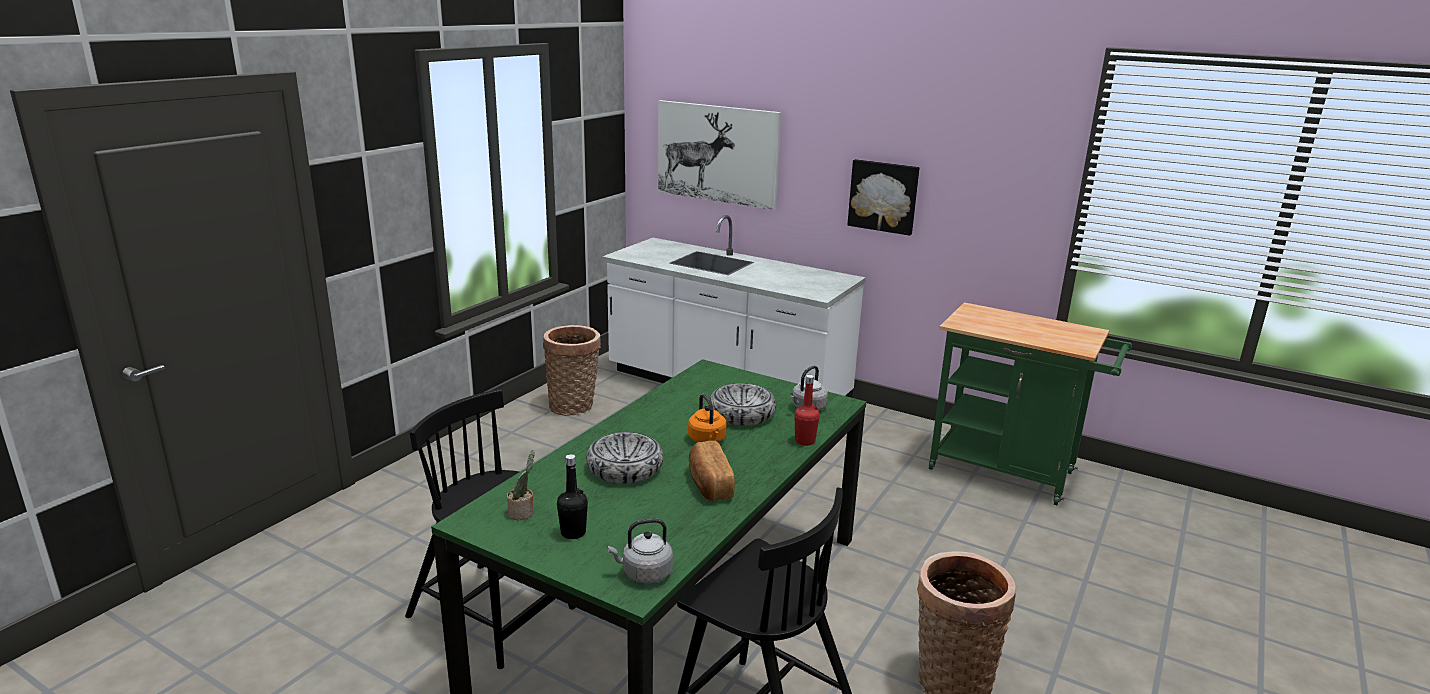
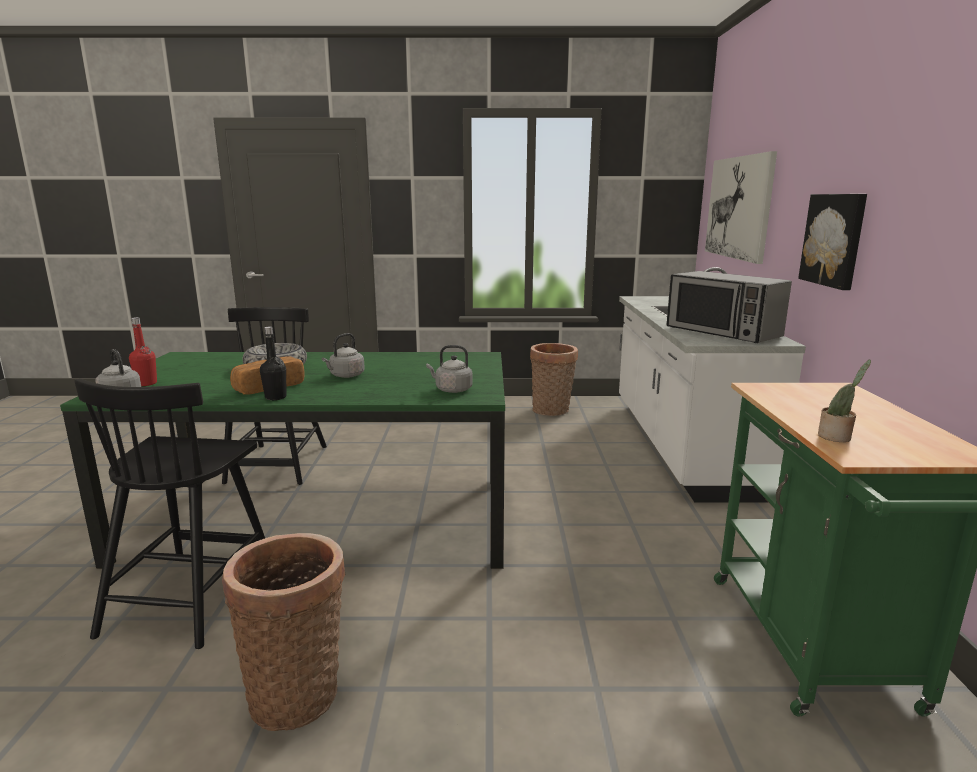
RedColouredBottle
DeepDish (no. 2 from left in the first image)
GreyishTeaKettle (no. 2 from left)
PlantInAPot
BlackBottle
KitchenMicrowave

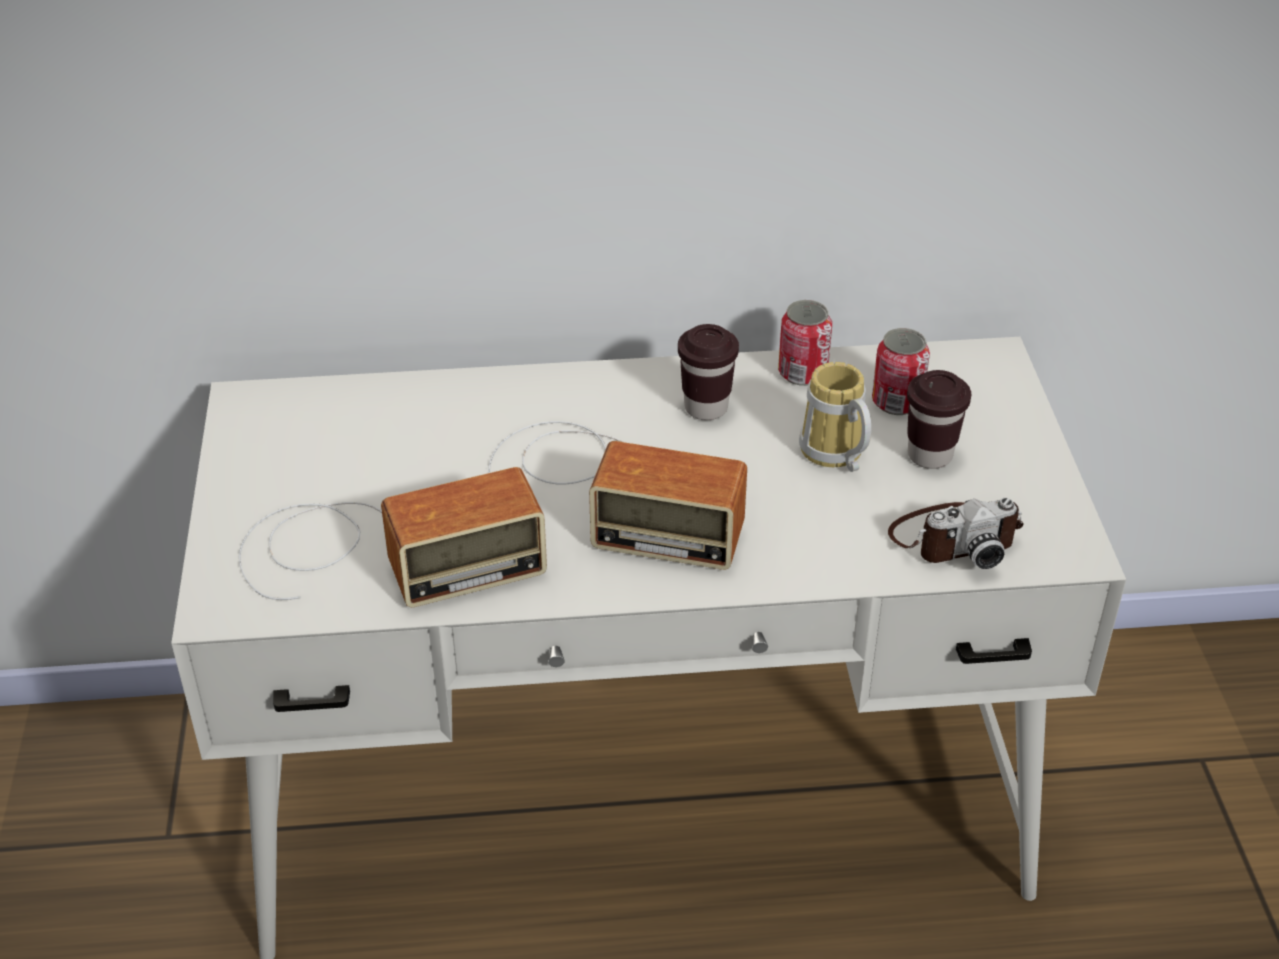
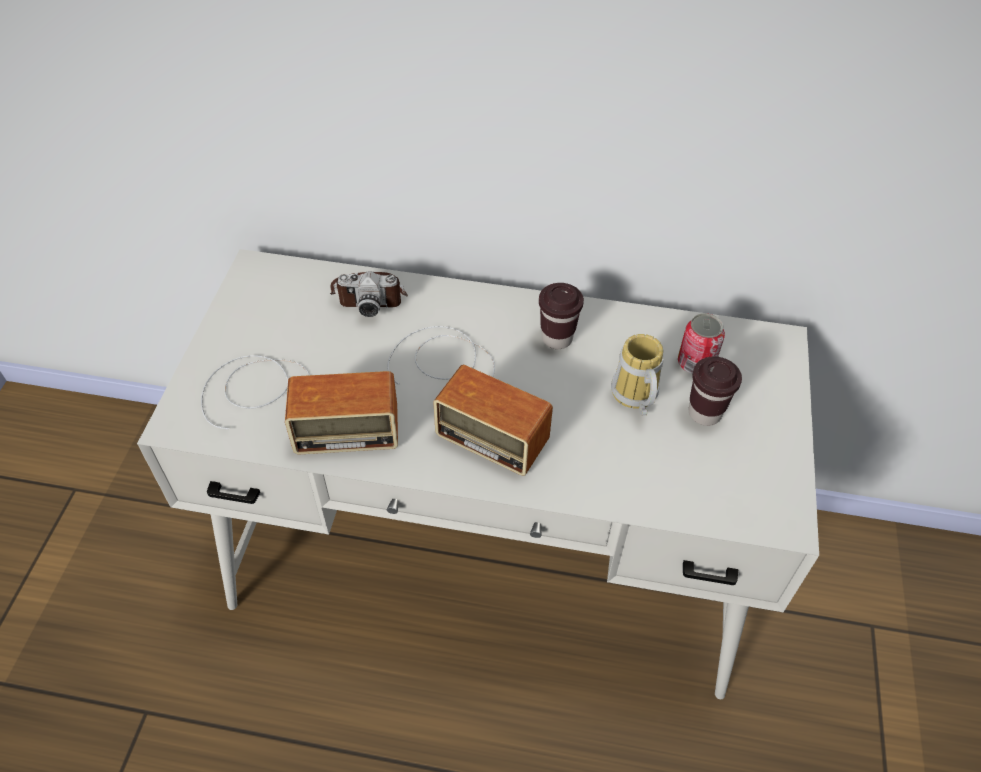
MetalCan (no. 1 from left in the first image)
StillCamera

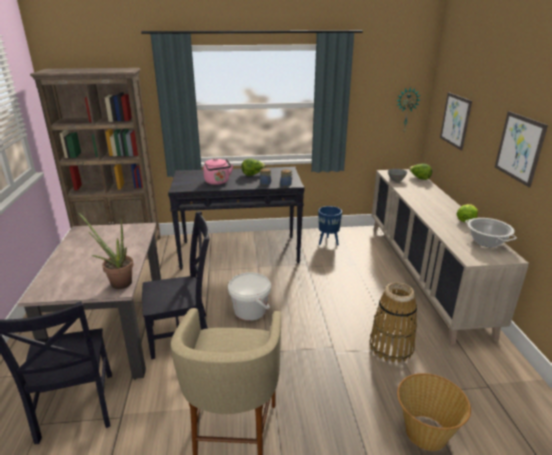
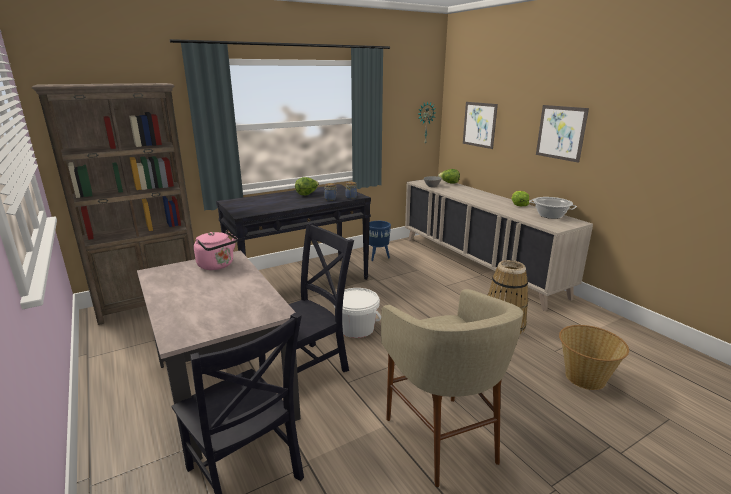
PinkColouredTeaKettle
PlantInAPot

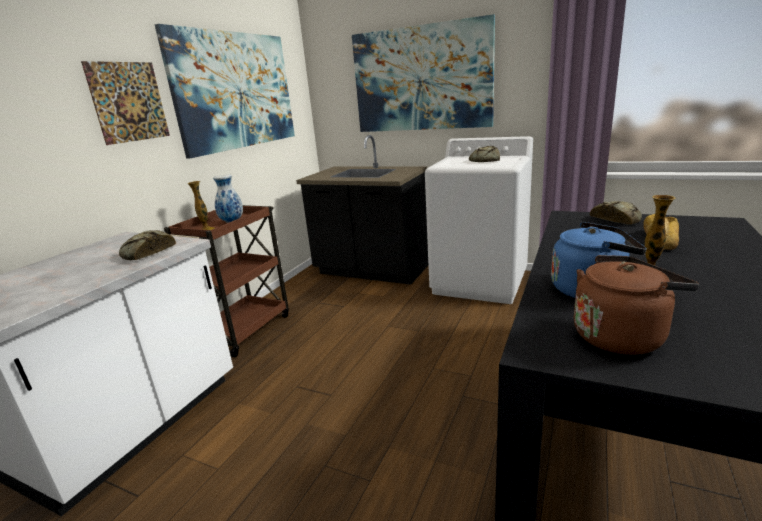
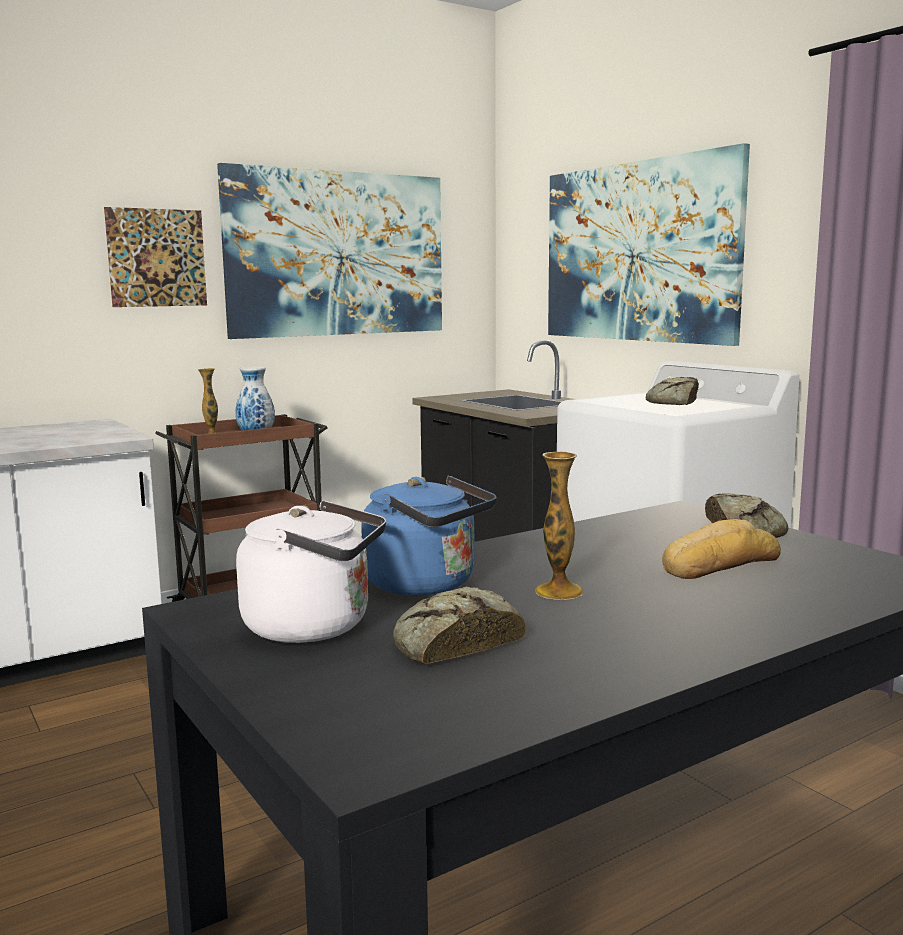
BakedBread (no. 1 from left)
WhiteTeaKettle

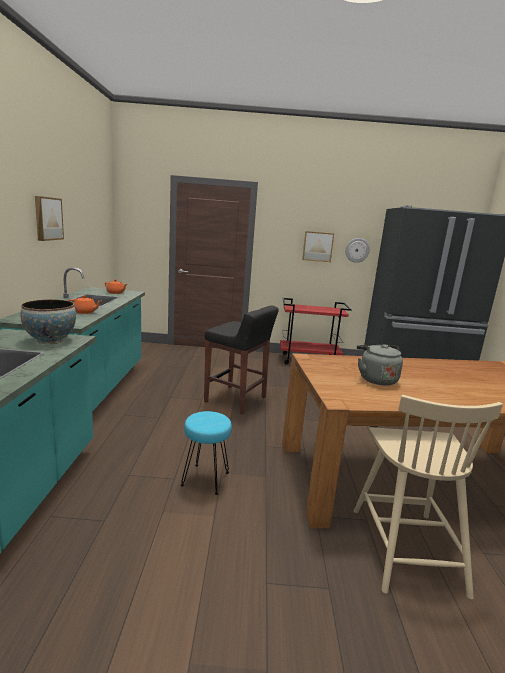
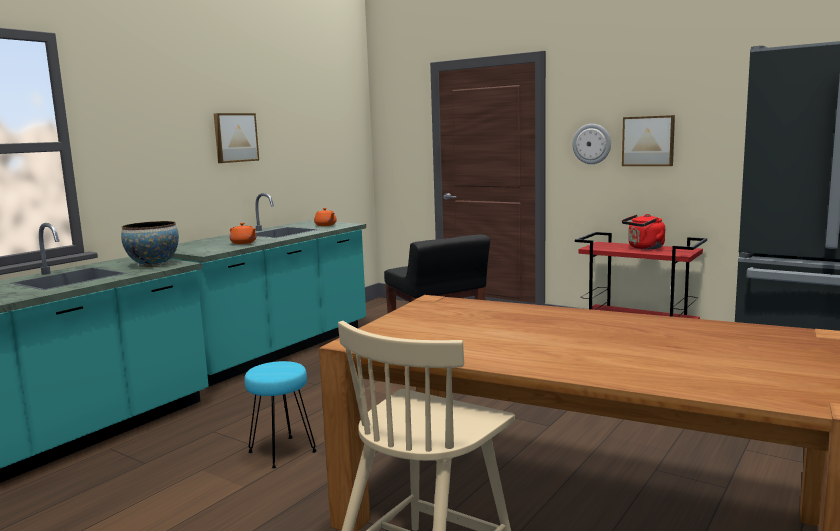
WallClock
GreyishTeaKettle
RedColouredTeaKettle

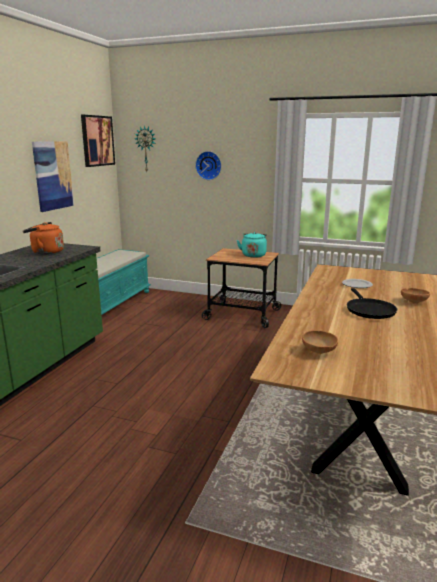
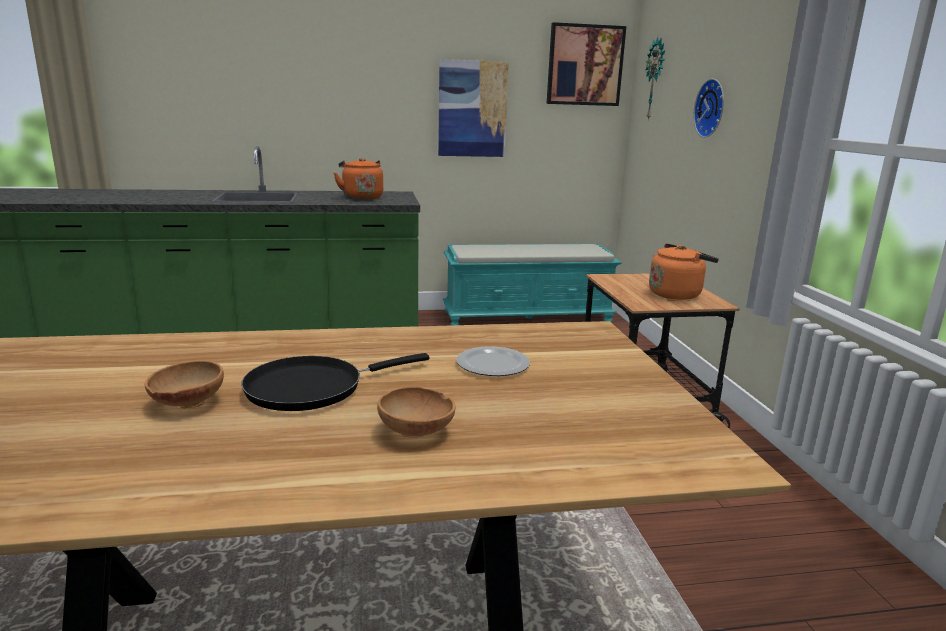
OrangeyTeaKettle (no. 2 from left)
BrownColouredDeepDish (no. 1 from left)

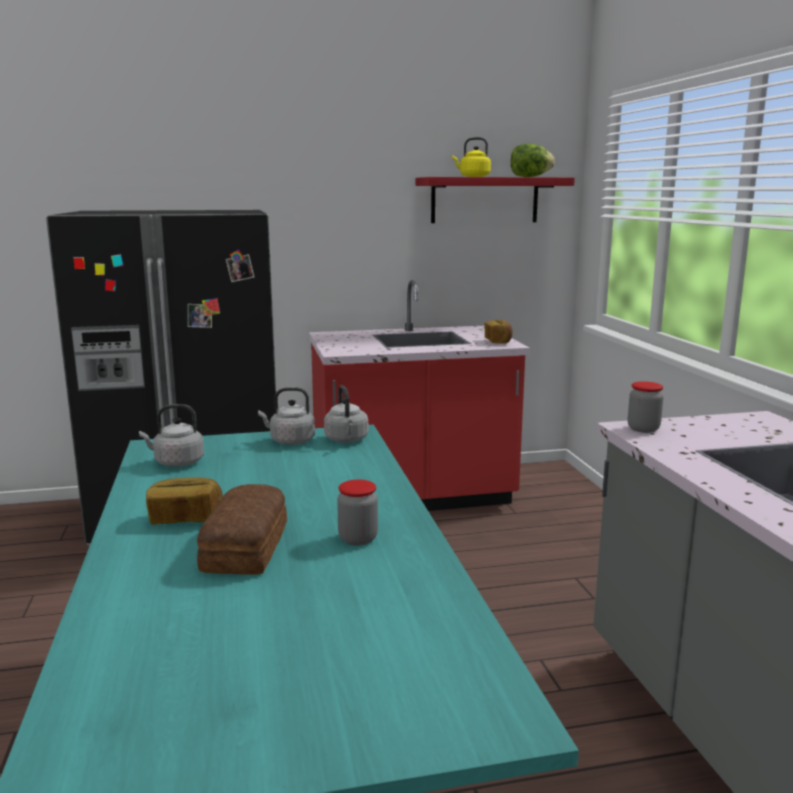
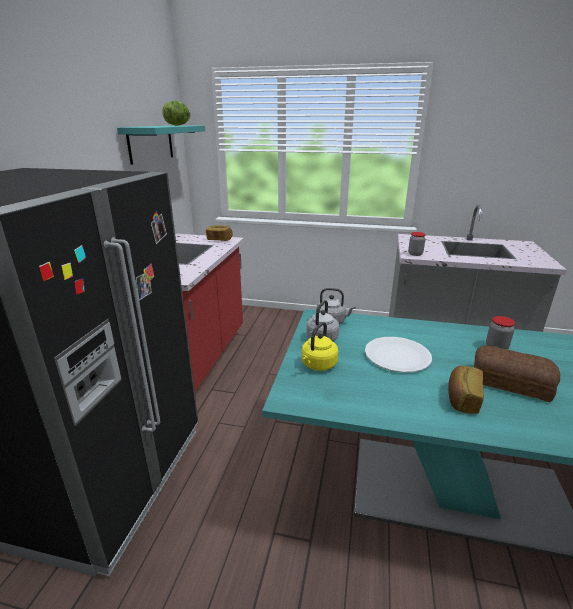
YellowishTeaKettle
TurquoiseColouredWallShelf
GreyishTeaKettle (no. 1 from left in the first image)
WhiteFlatDish

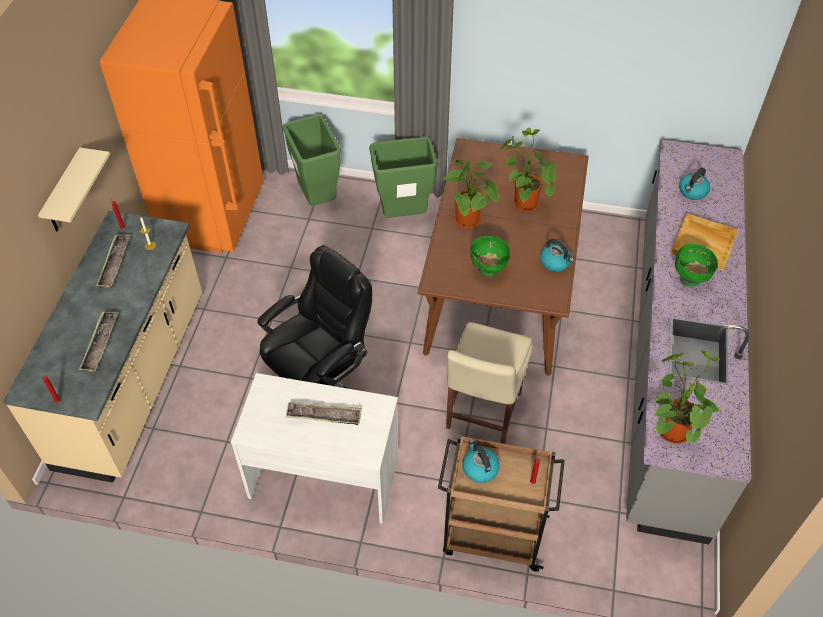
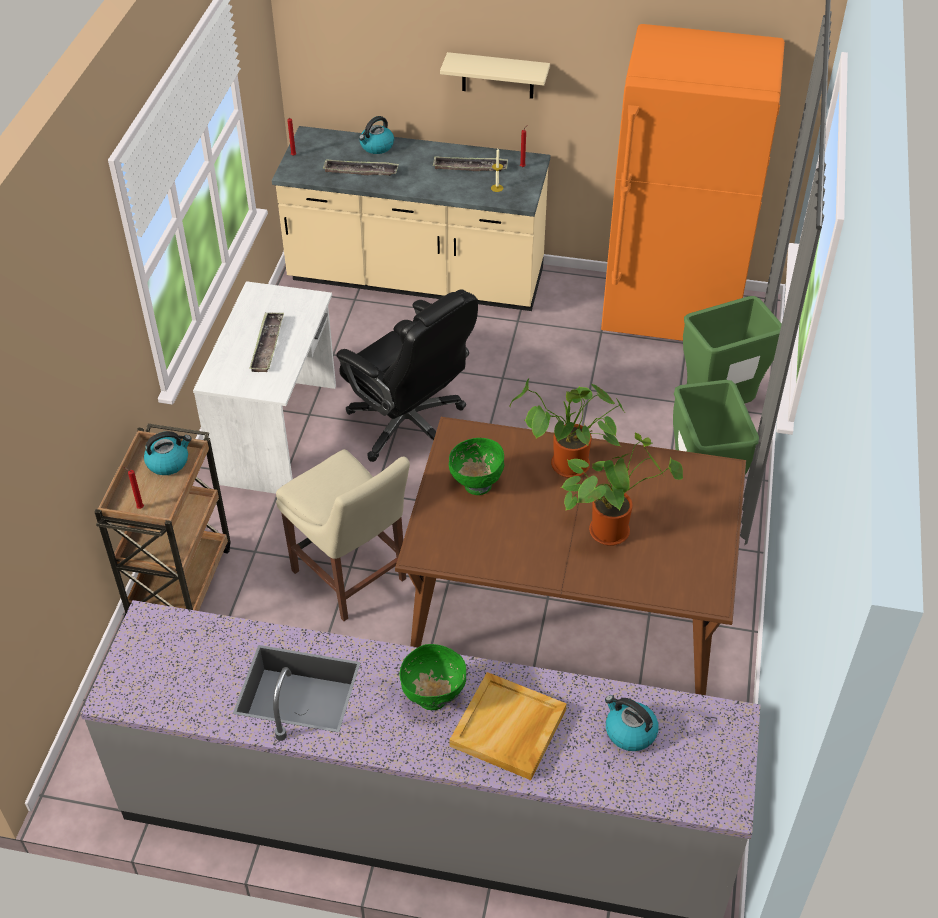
TeaKettle (no. 2 from left)
SandColouredChair
PlantInAPot (no. 3 from left in the first image)

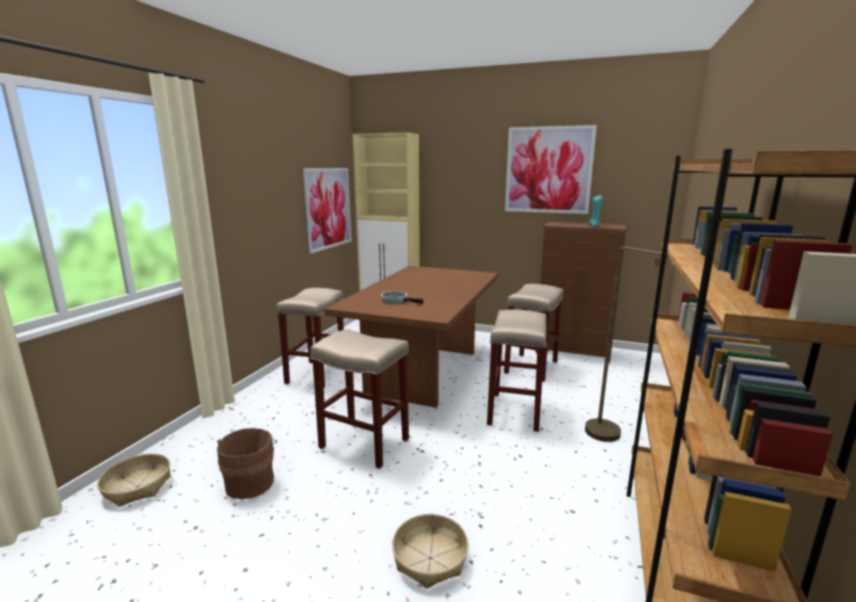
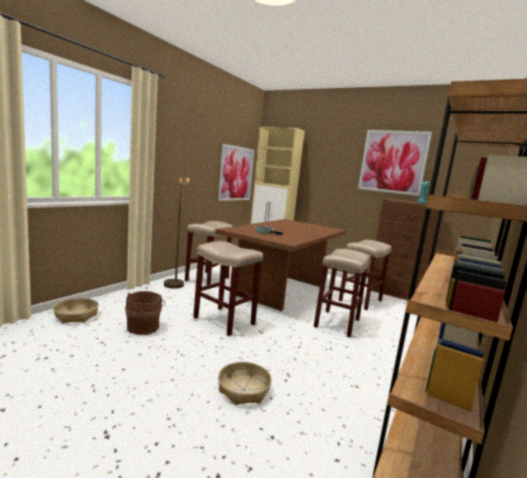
BrownColouredFloorLamp

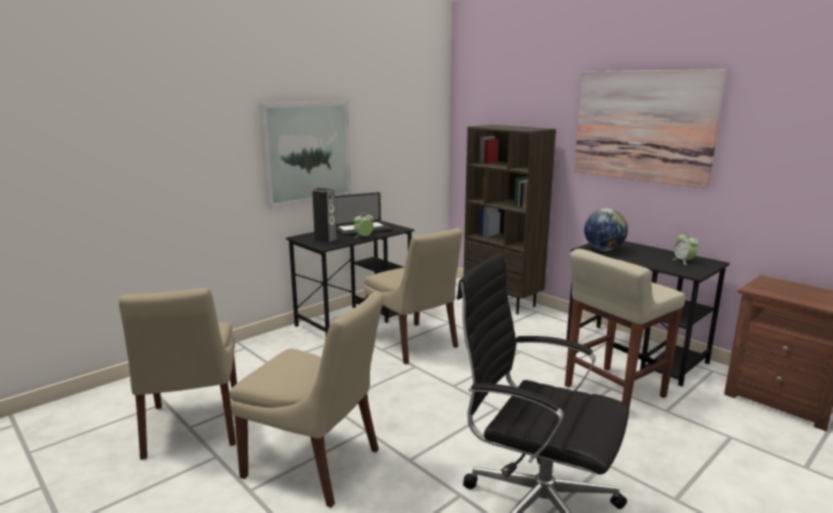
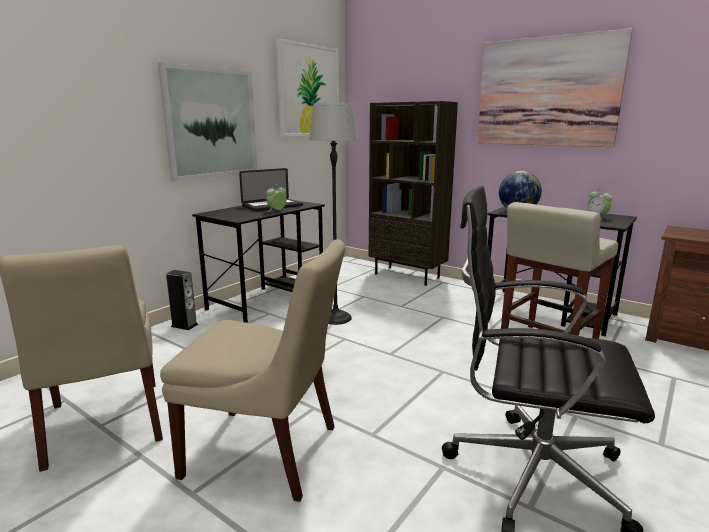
Loudspeaker
FloorLamp
WallPicture (no. 2 from left)

